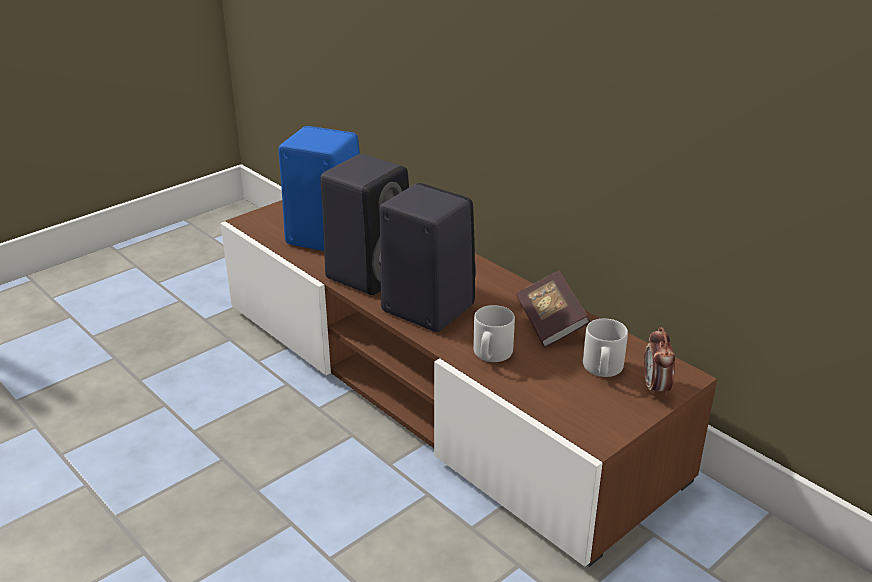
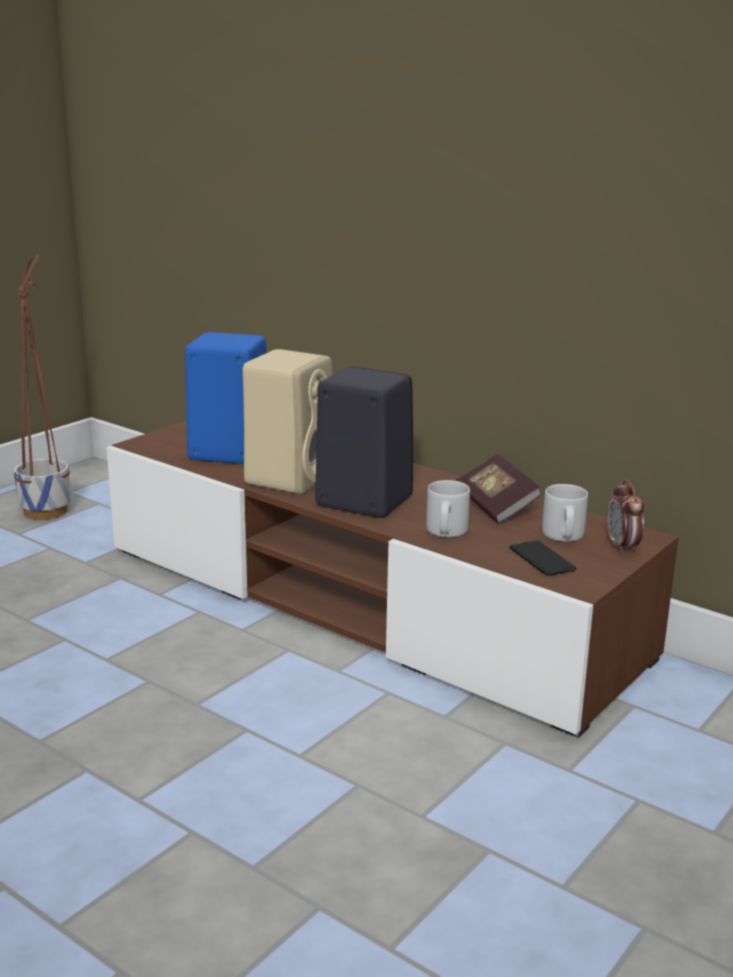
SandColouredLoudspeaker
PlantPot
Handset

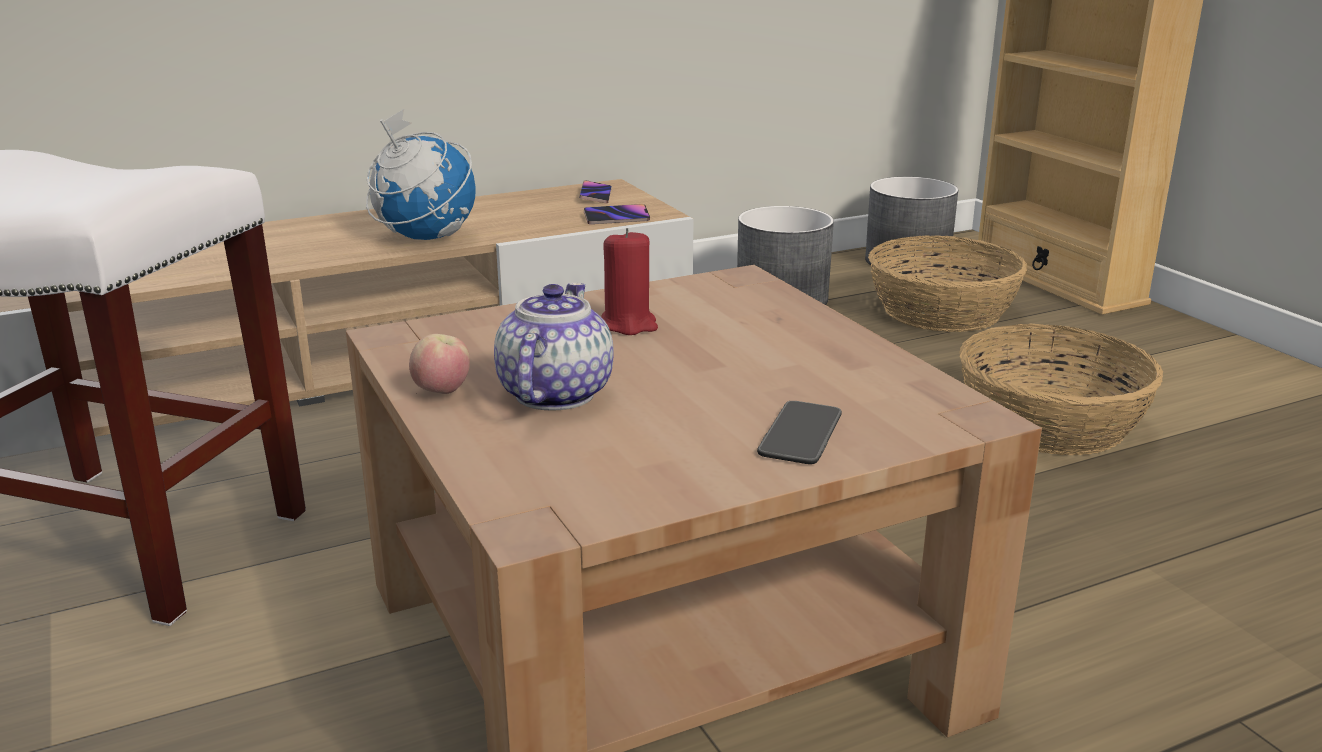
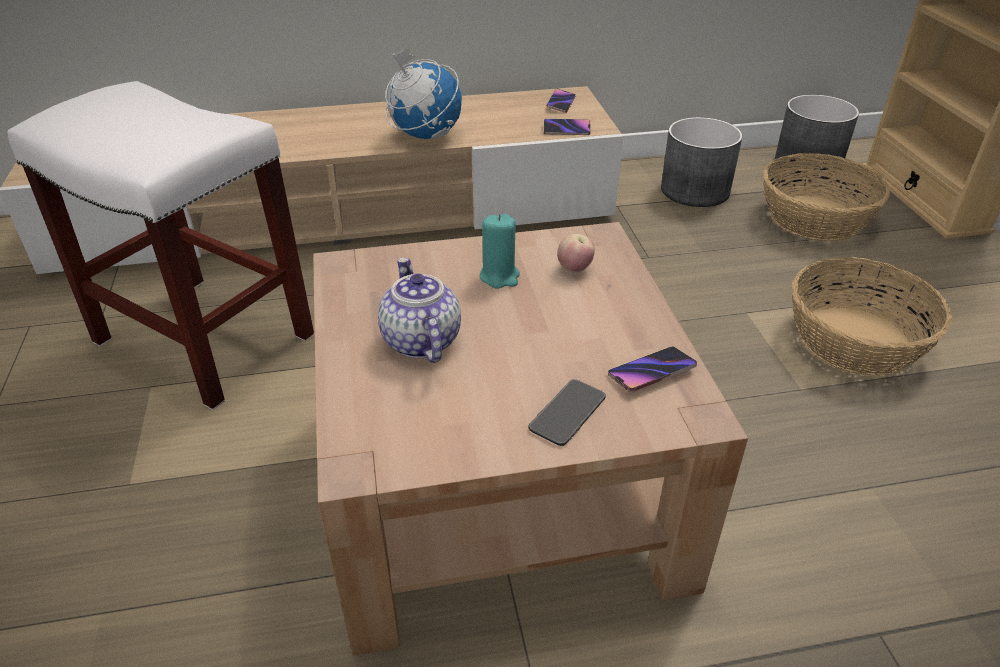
TurquoiseColouredWaxCandle
PotForTea
Apple
Handset (no. 4 from left)

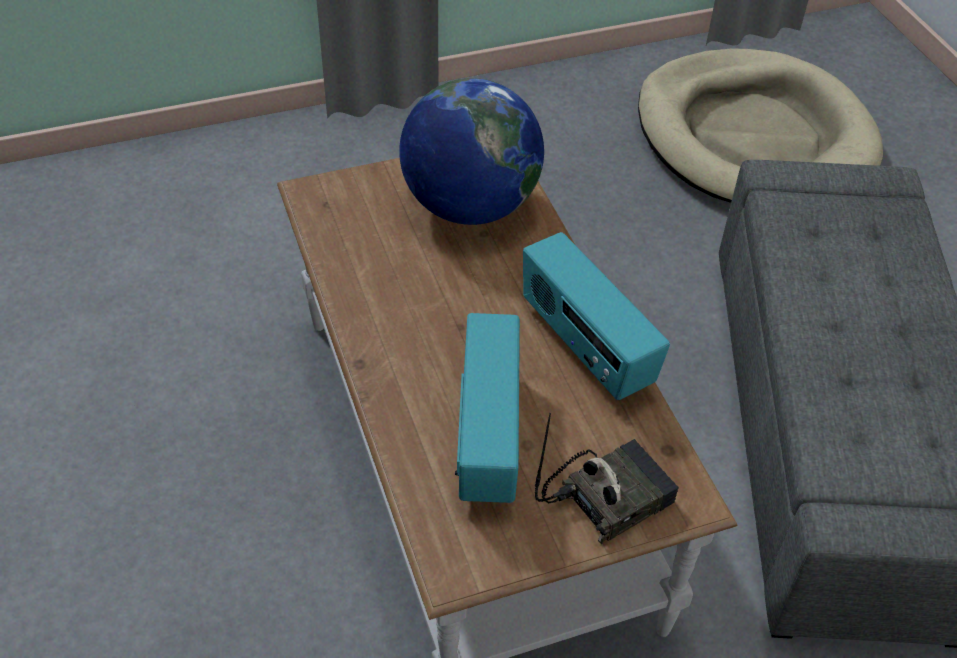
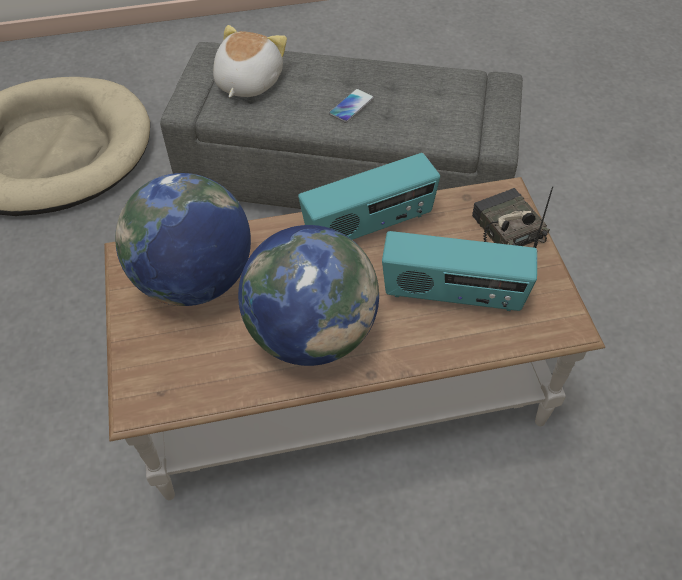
SoftToy
Handset
Globe (no. 2 from left)

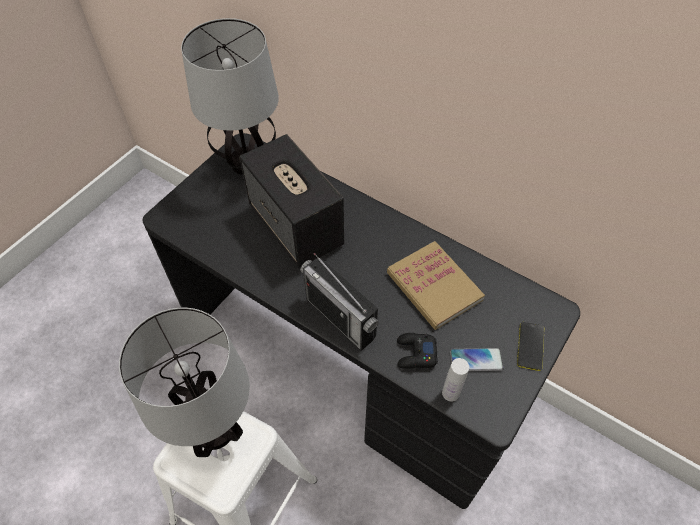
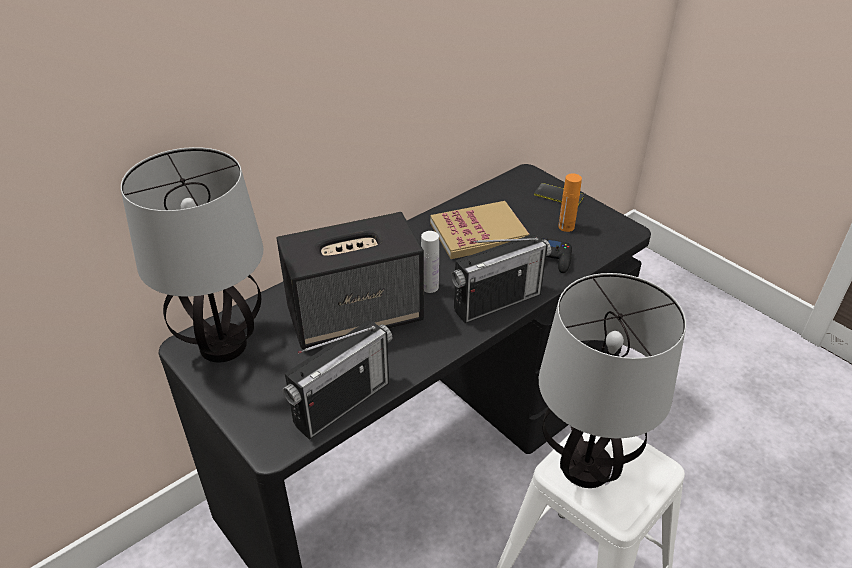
OrangeyBottle
WhiteBottle
RadioReceiver (no. 1 from left)

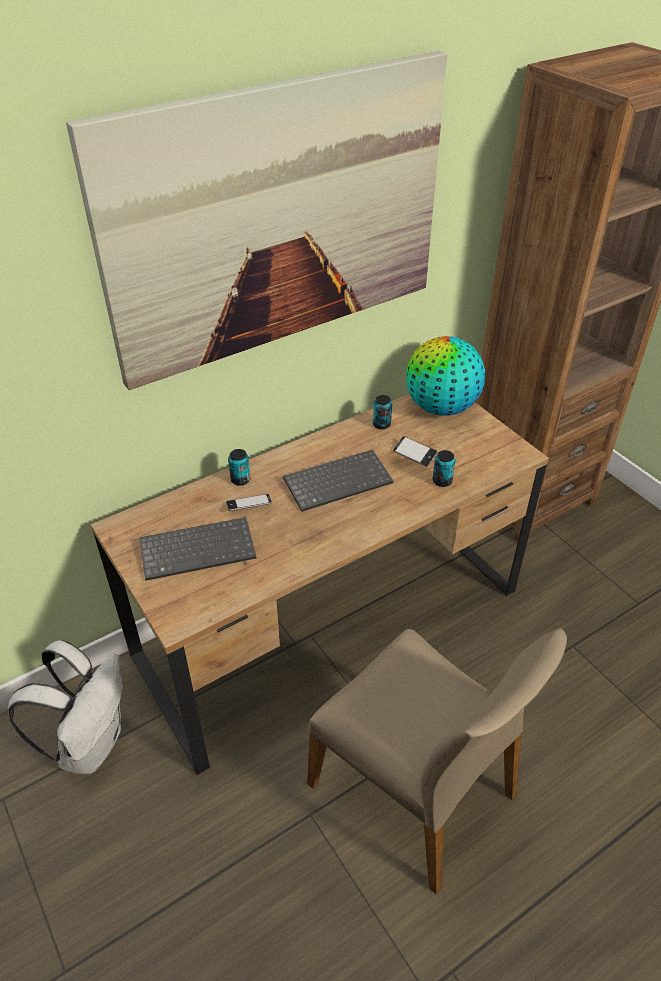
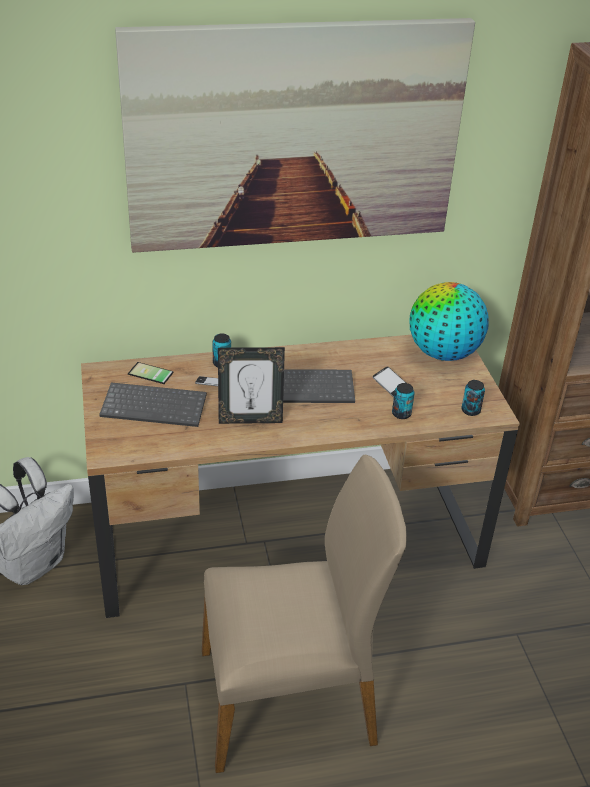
MetalCan (no. 3 from left)
SandColouredChair
StandingFrame
Handset (no. 1 from left)

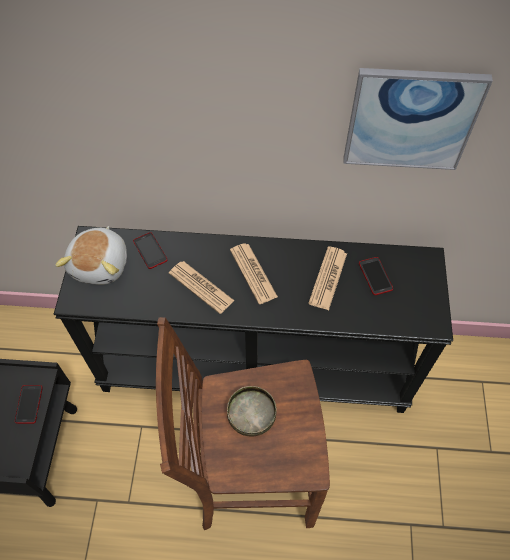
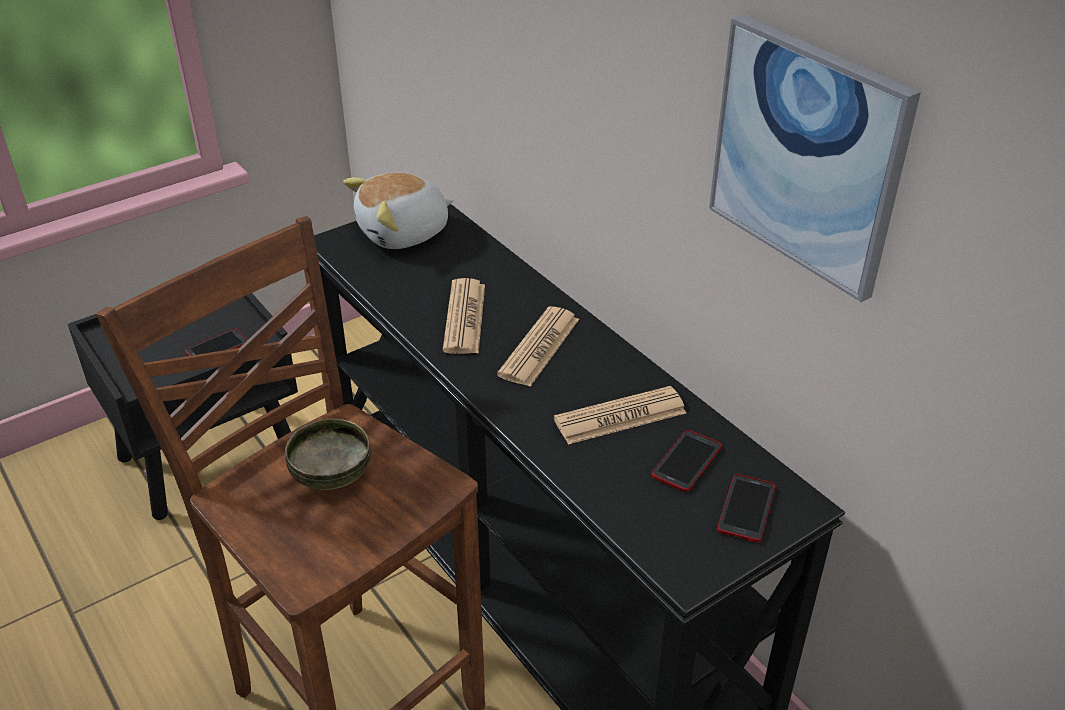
Handset (no. 3 from left)

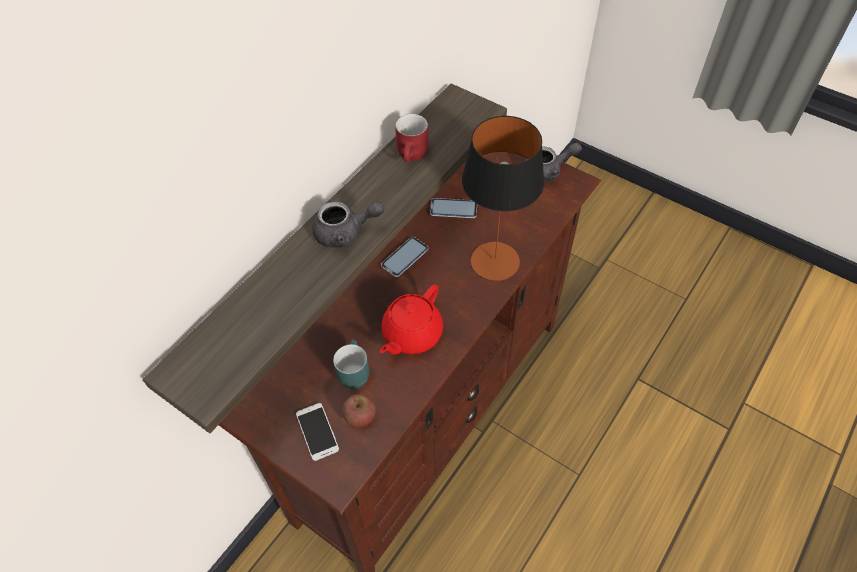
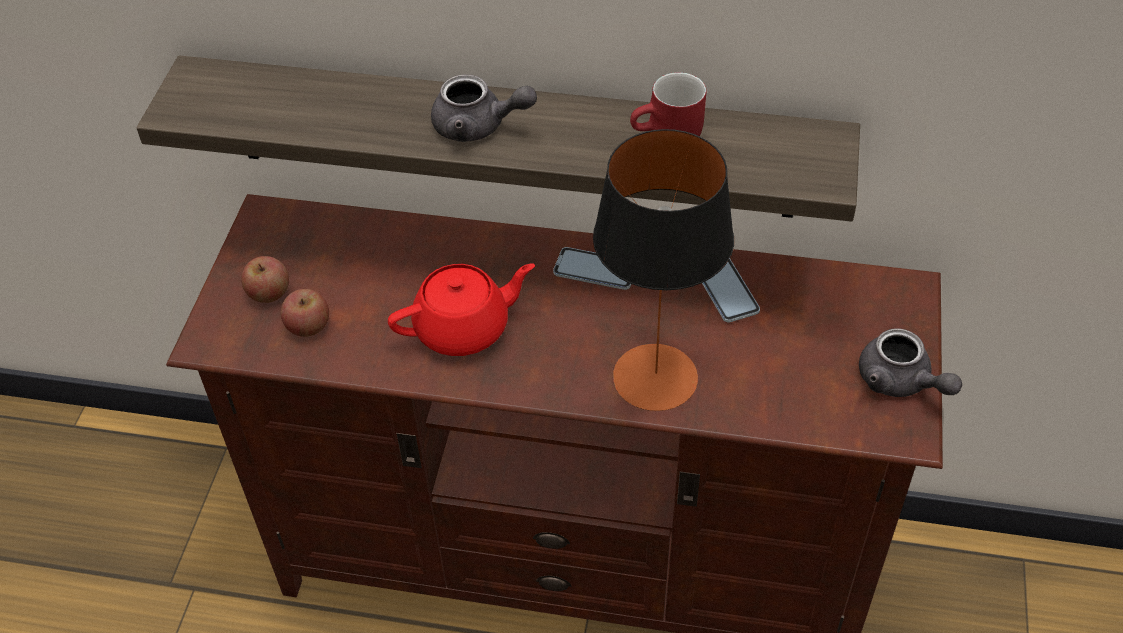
GreyishPotForTea (no. 1 from left)
RedColouredPotForTea
TurquoiseColouredCoffeeMug
Apple (no. 1 from left)

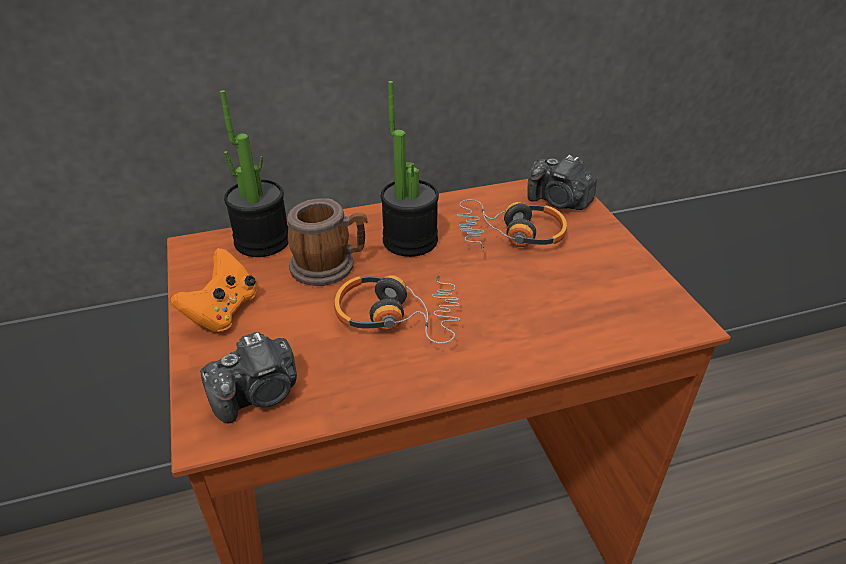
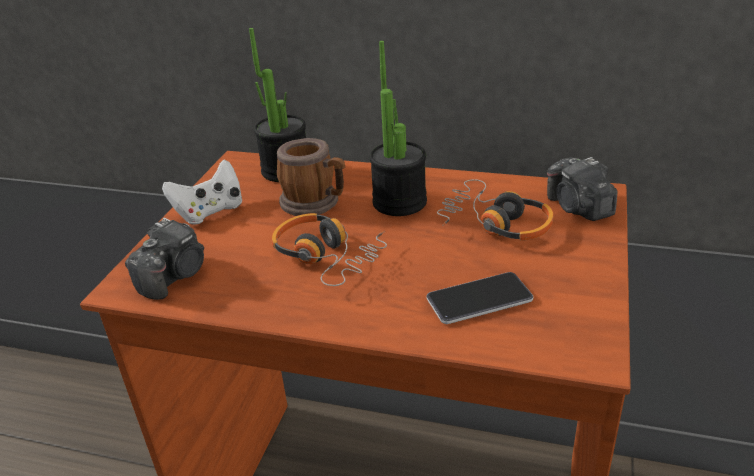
WhiteGameController
StillCamera (no. 1 from left)
Handset

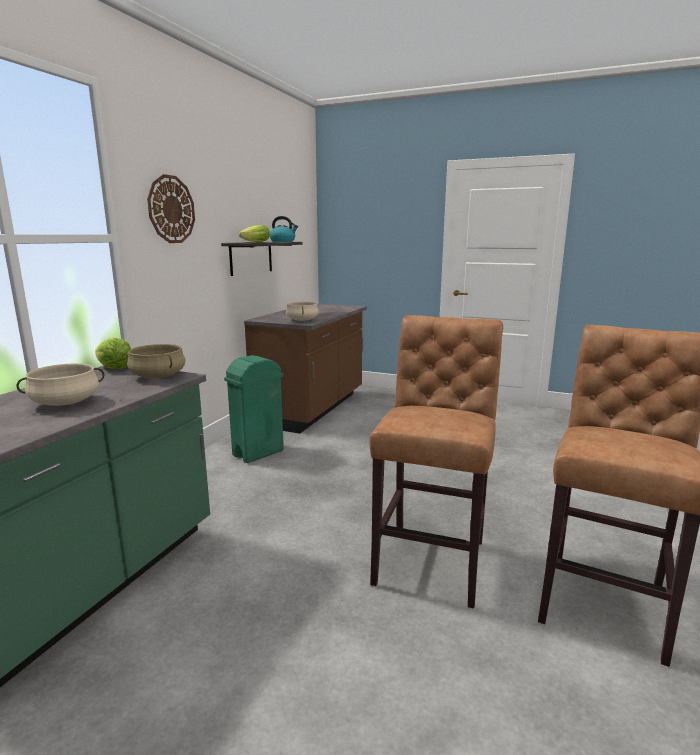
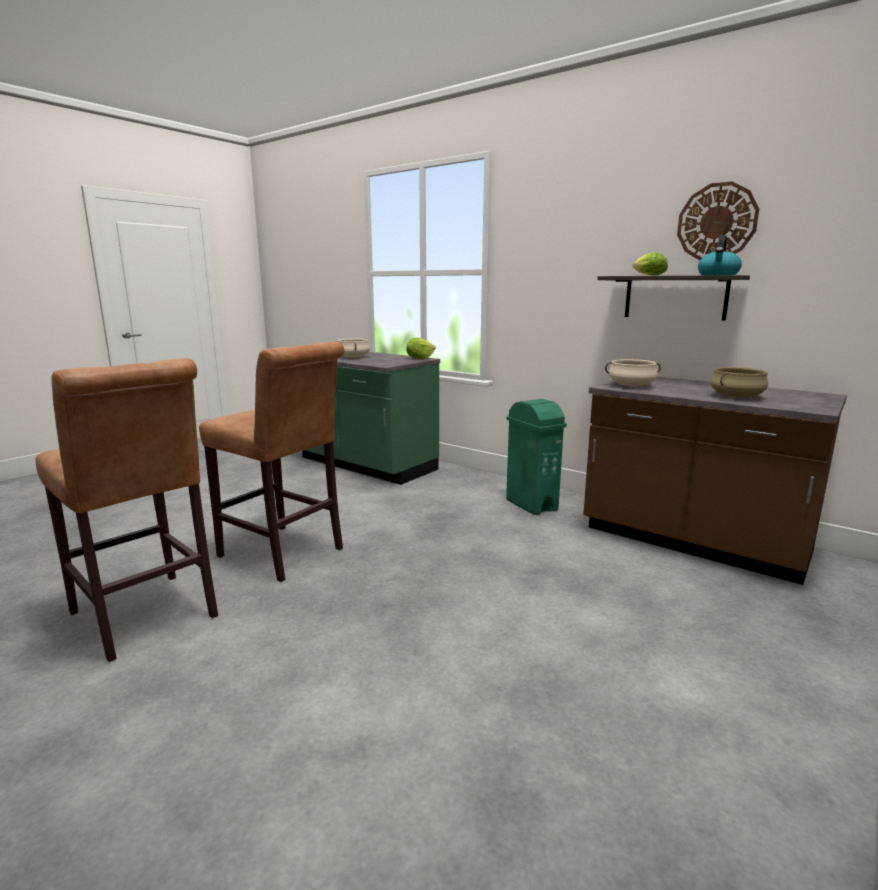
WallClock
SandColouredSaucepot (no. 3 from left)

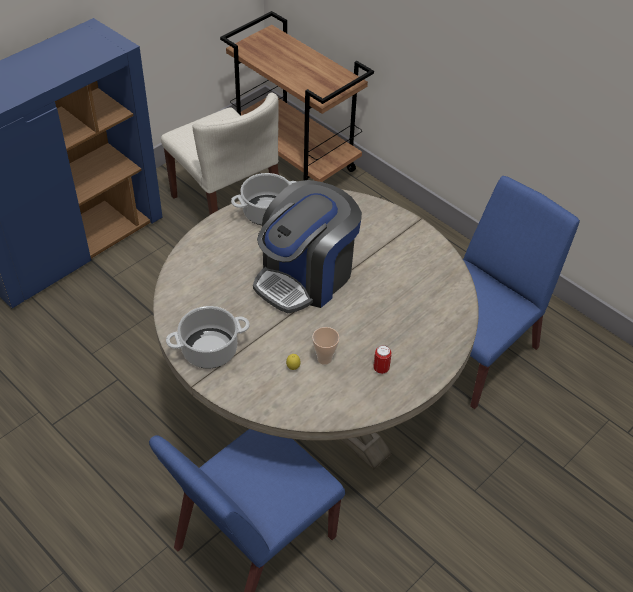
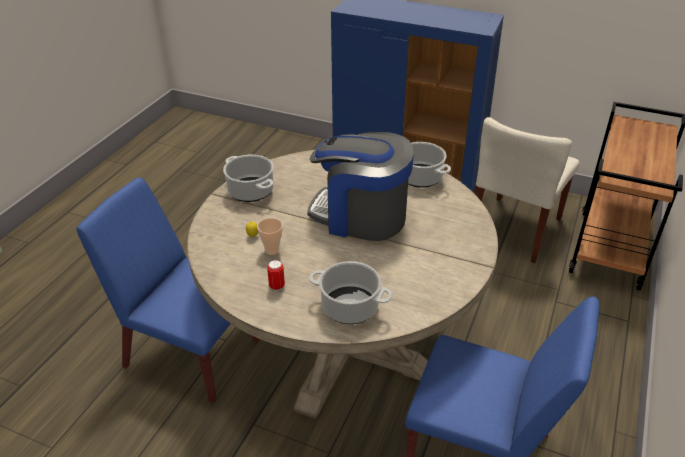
Saucepot (no. 2 from left)

